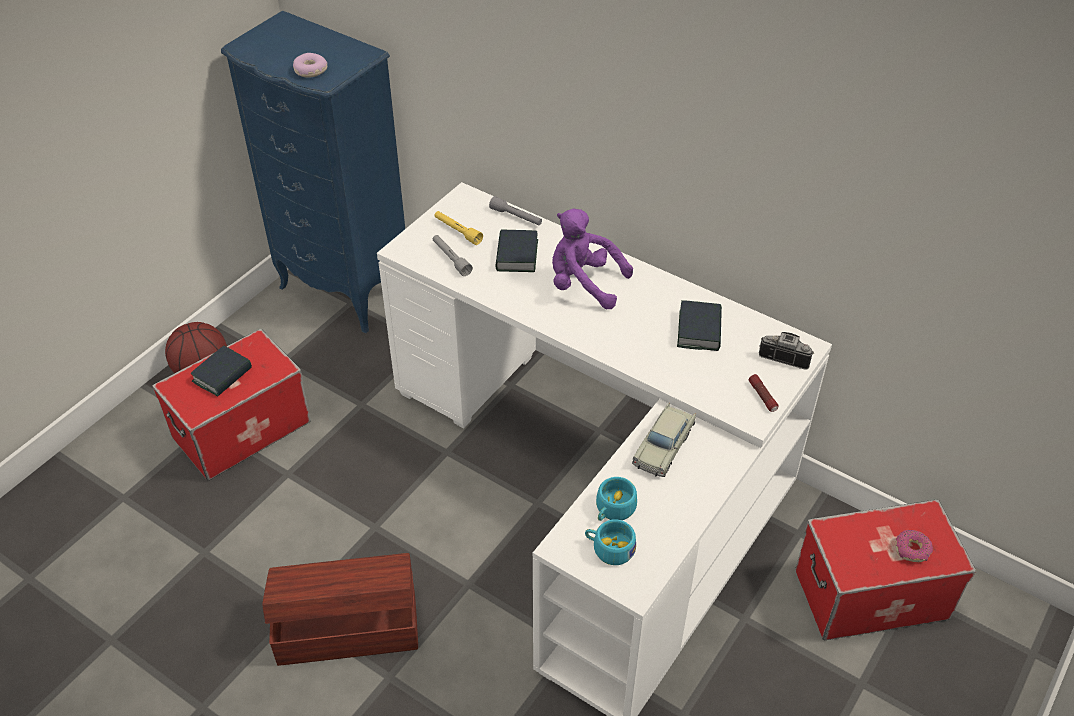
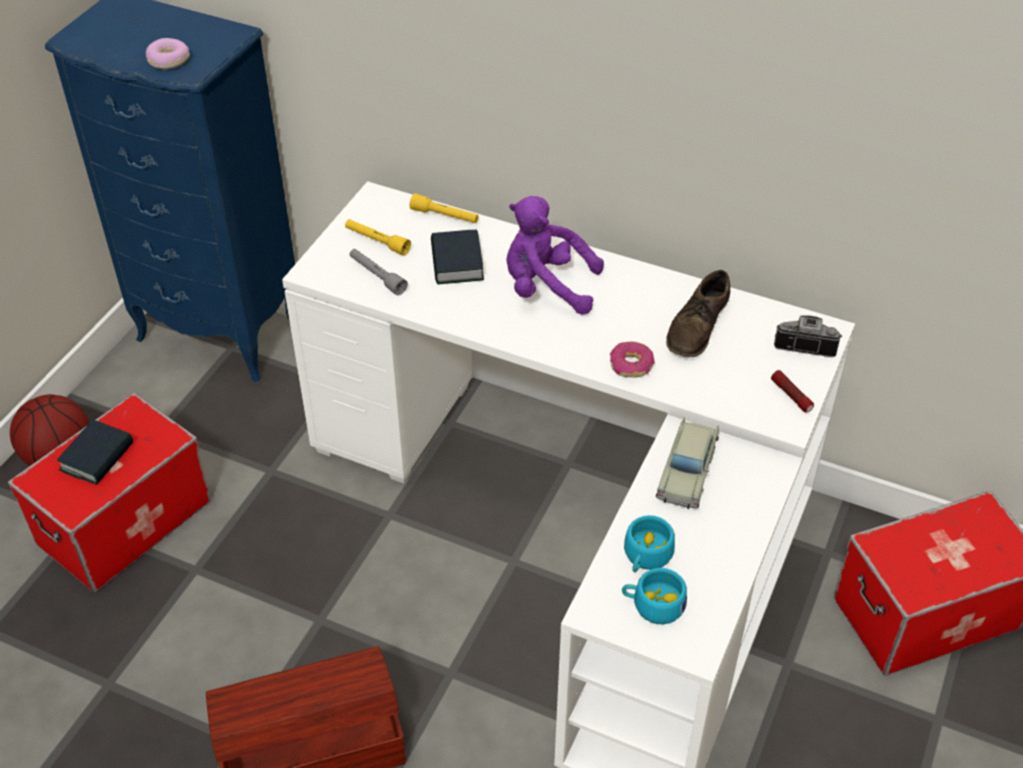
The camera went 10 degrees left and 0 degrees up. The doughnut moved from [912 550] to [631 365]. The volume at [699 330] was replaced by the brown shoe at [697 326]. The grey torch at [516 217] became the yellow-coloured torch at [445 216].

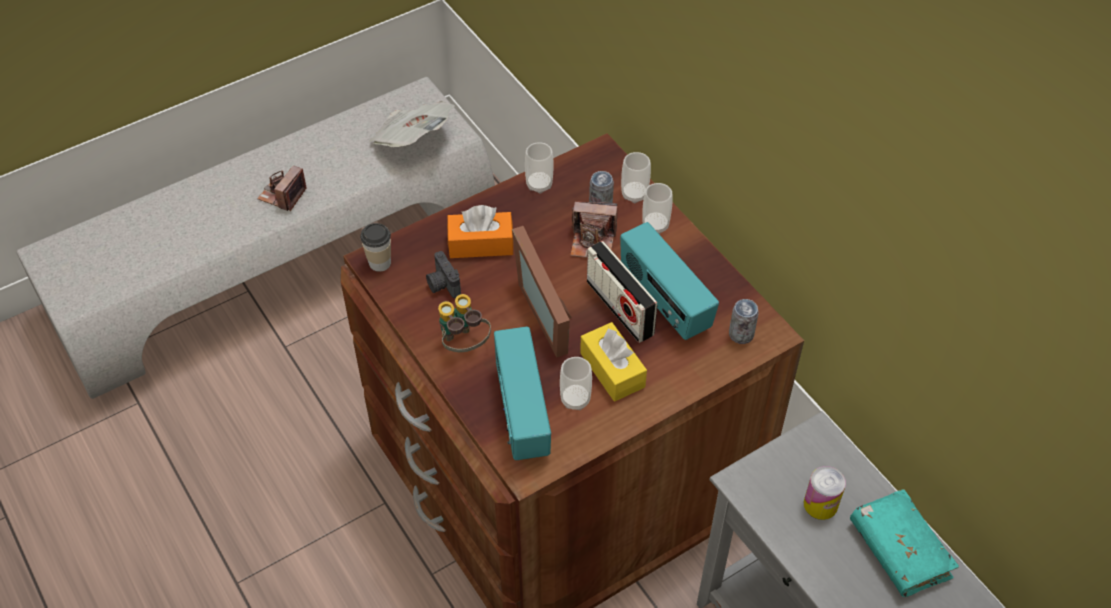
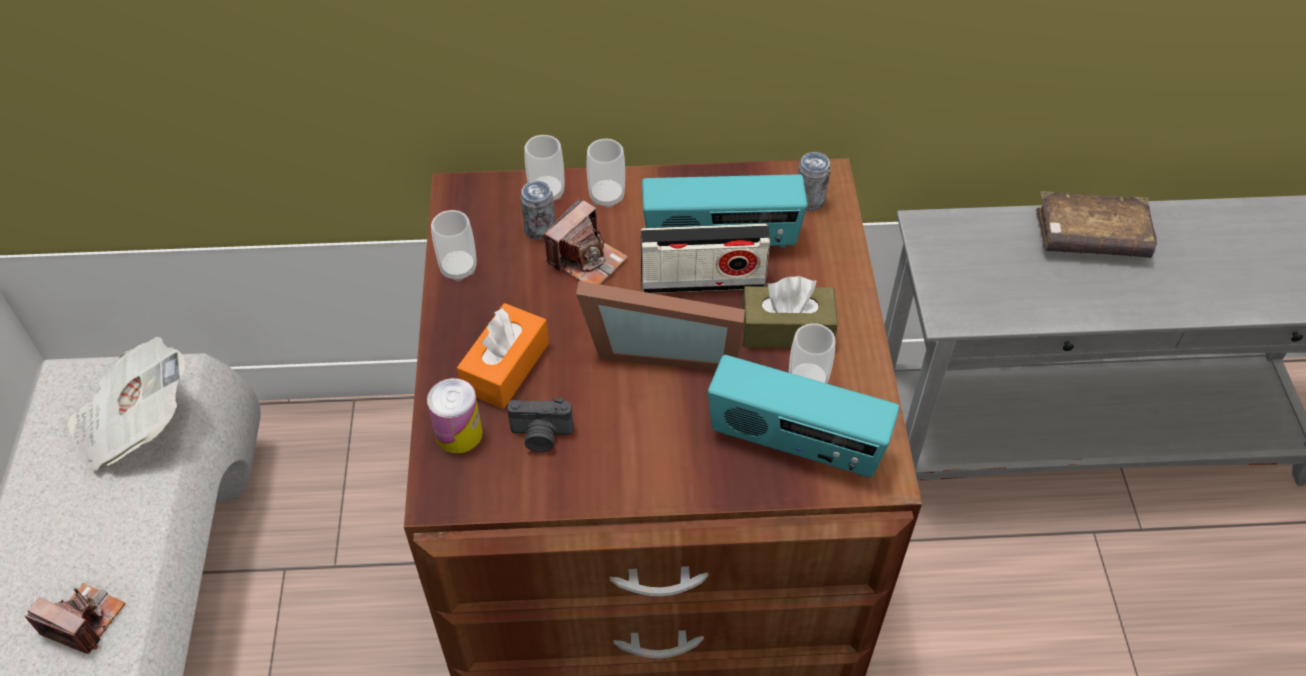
The camera went 60 degrees left and 0 degrees up. The small cup at [379 263] disappeared. The pair of binoculars at [463 344] disappeared. The can moved from [820 504] to [459 433]. The yellow-coloured box of tissues at [612 370] became the brown box of tissues at [787 329]. The blue-green volume at [899 550] became the brown volume at [1090 237]. The still camera at [283 195] turned 150 degrees clockwise.

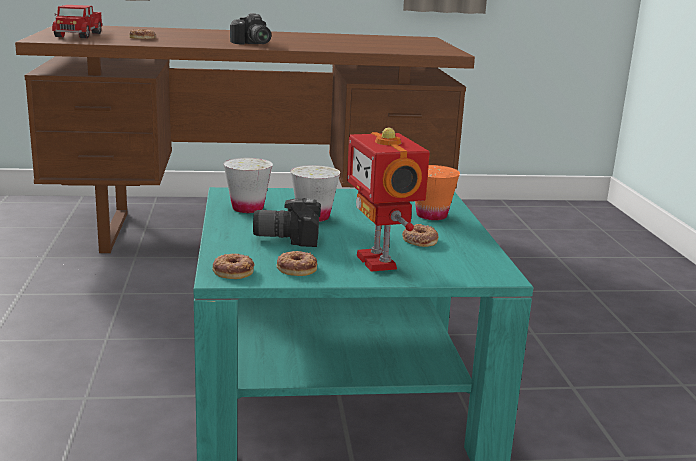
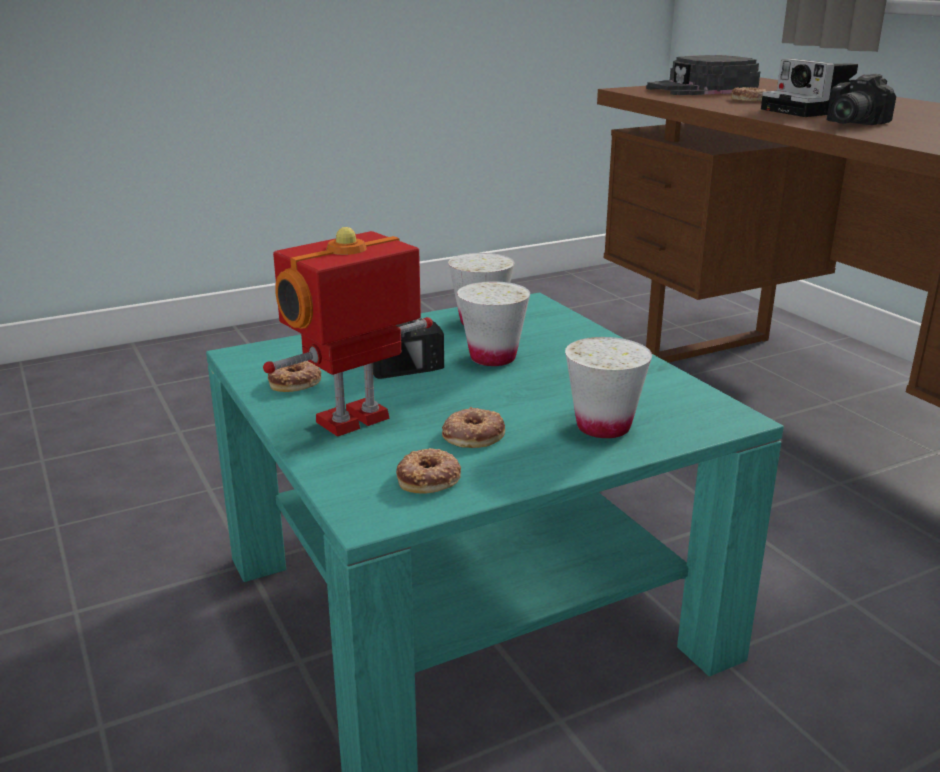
The camera went 70 degrees right and 5 degrees up. The still camera at [812 111] appeared. The doughnut moved from [233 271] to [429 478]. The toy lorry at [79 35] was replaced by the black-coloured peaked cap at [701 89]. The orange small cup at [431 215] became the white-coloured small cup at [603 427].

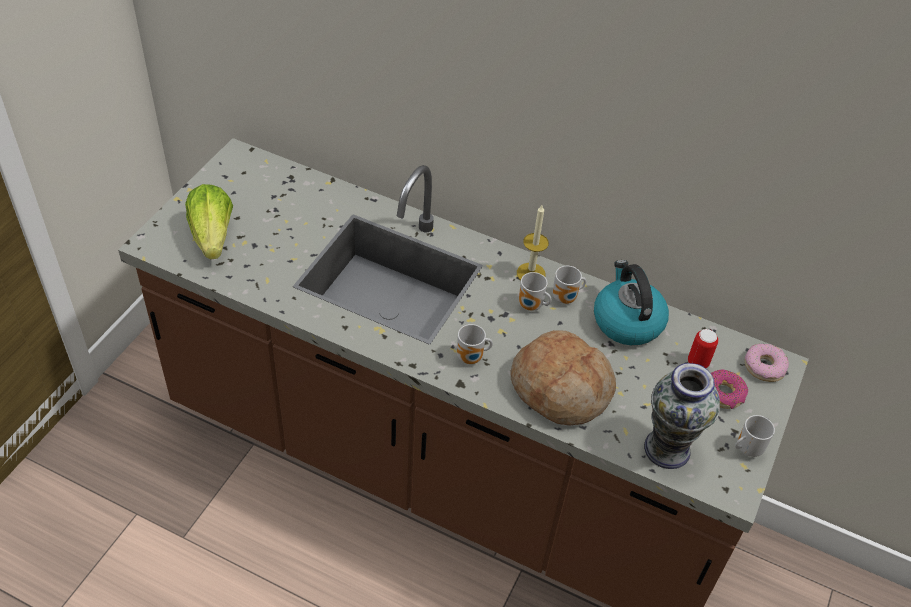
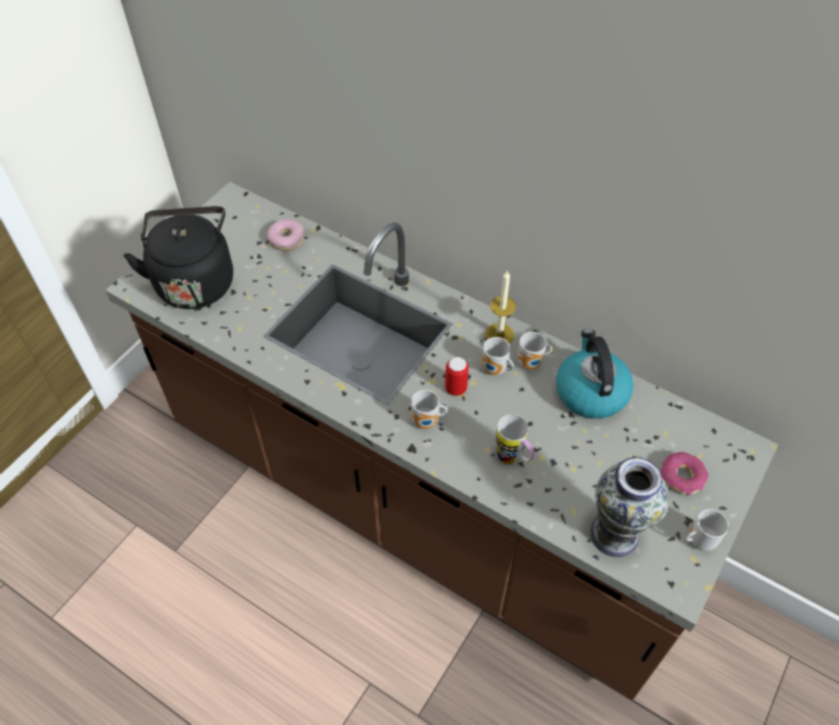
The camera went 10 degrees right and 5 degrees up. The can moved from [698 362] to [455 388]. The doughnut moved from [764 367] to [286 239]. The lettuce at [212 236] was replaced by the black-coloured tea kettle at [195 281]. The bakery bread at [561 388] was replaced by the mug at [513 460].

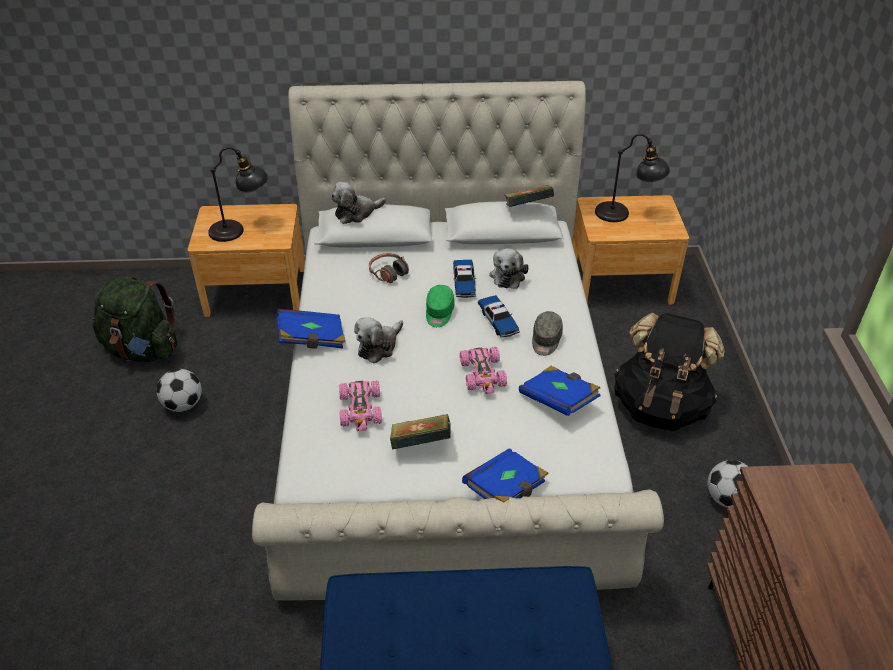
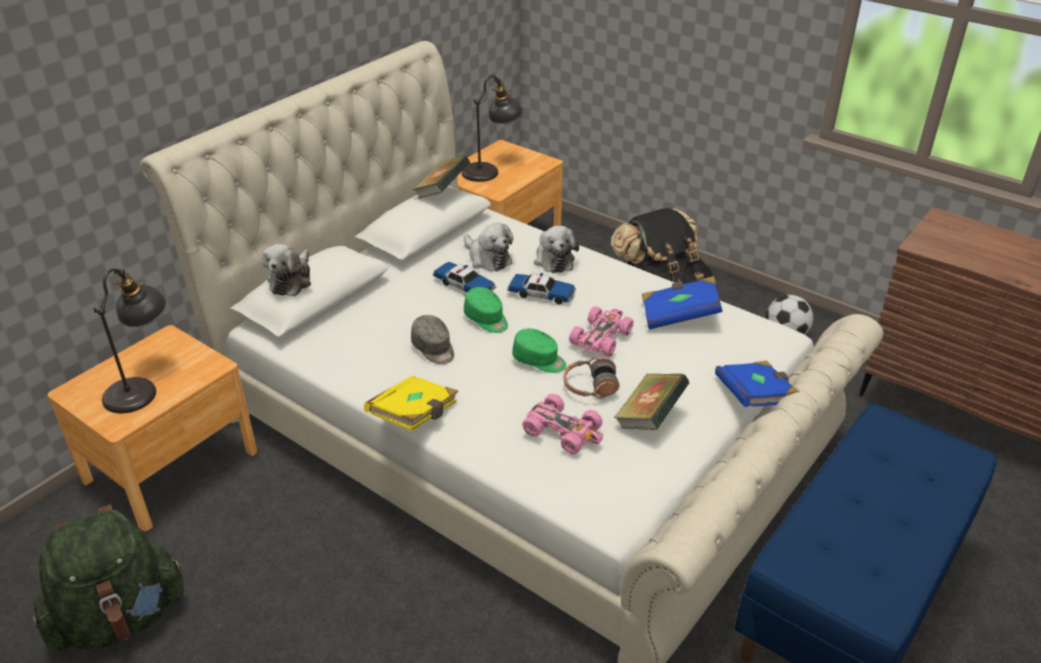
The camera went 50 degrees left and 5 degrees down. The football at [183 405] disappeared. The green-coloured peaked cap at [539 360] appeared. The soft toy moved from [379 346] to [553 259]. The headset moved from [388 272] to [590 387]. The grey peaked cap moved from [546 340] to [434 349]. The bluish volume at [312 339] became the yellow-coloured volume at [415 416]. The pinkish miniature car at [483 375] turned 90 degrees counterclockwise.

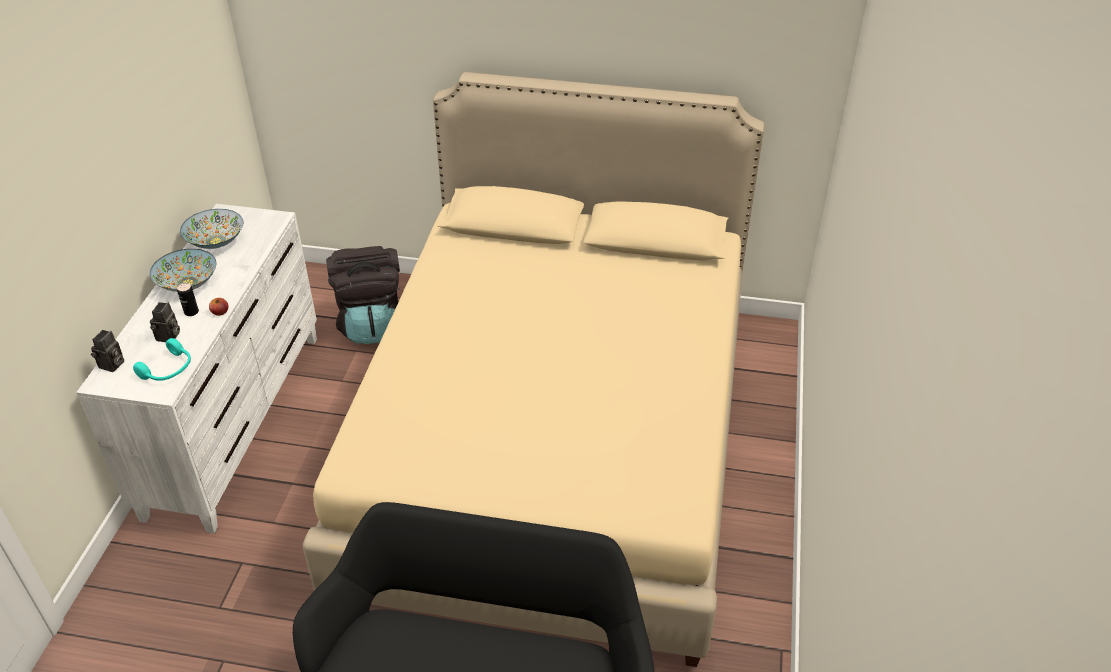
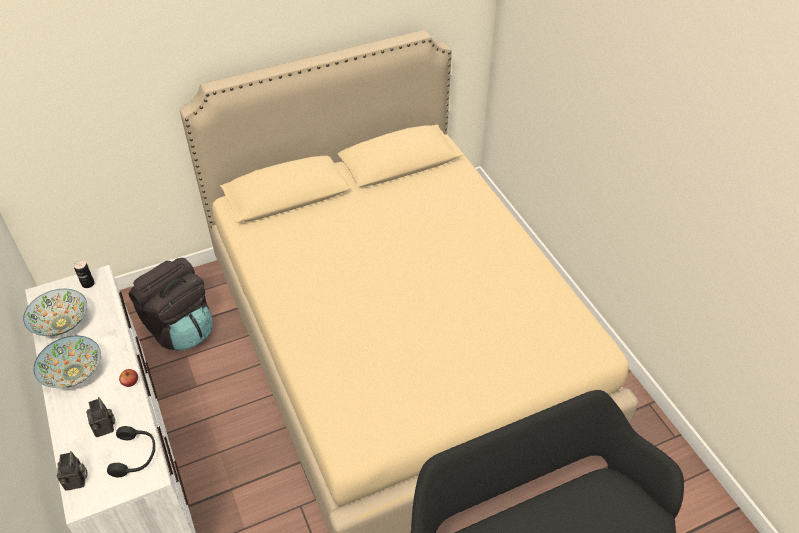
The camera went 35 degrees left and 5 degrees up. The can moved from [191 312] to [88 284]. The blue-green headset at [168 370] became the black-coloured headset at [135 455].

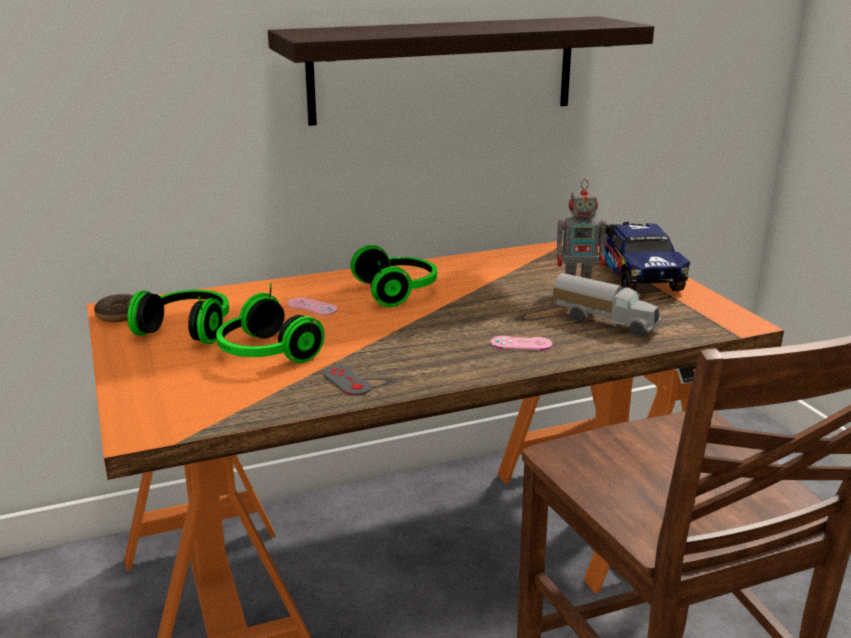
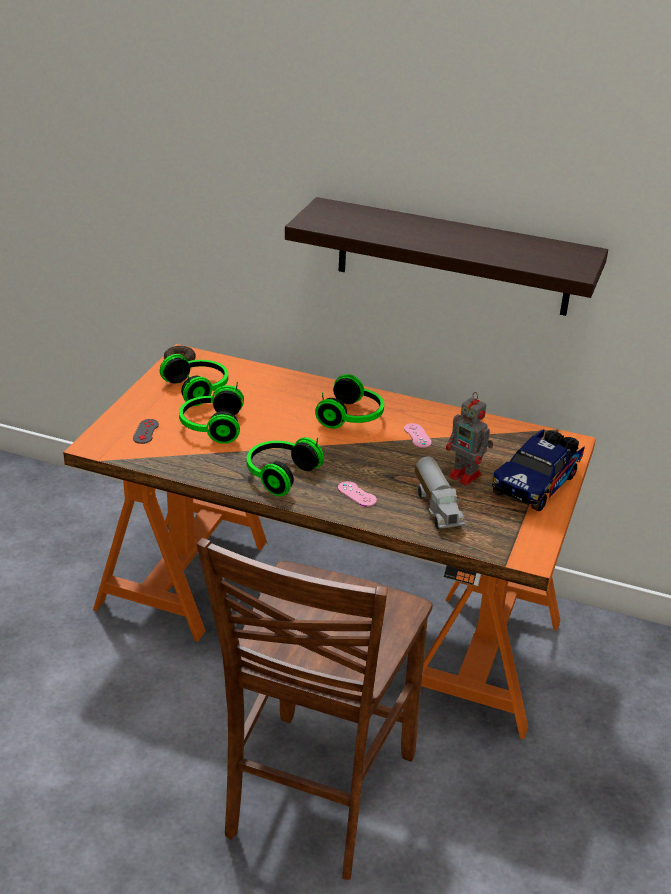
The camera went 40 degrees right and 10 degrees up. The headset at [279 475] appeared. The pinkish game controller moved from [312 307] to [417 436]. The grey game controller moved from [347 381] to [146 431].

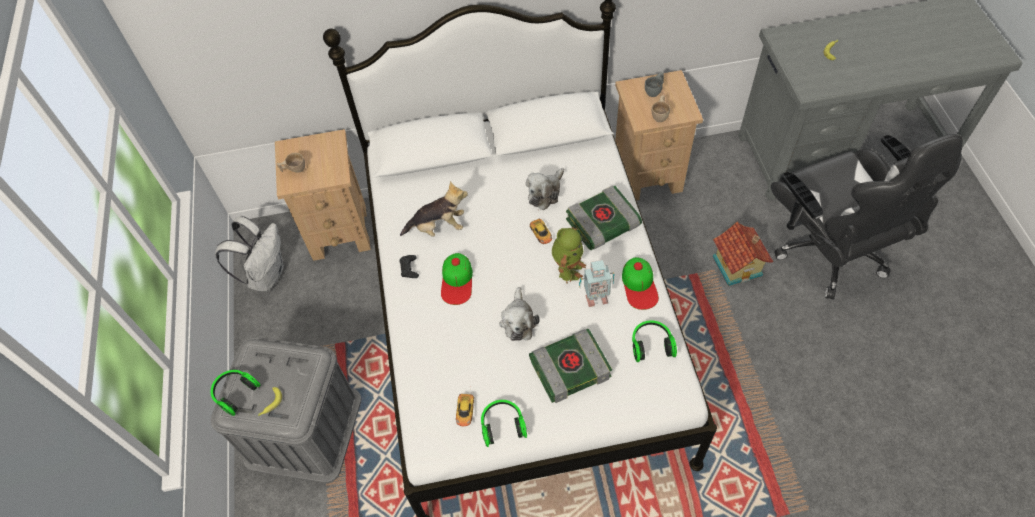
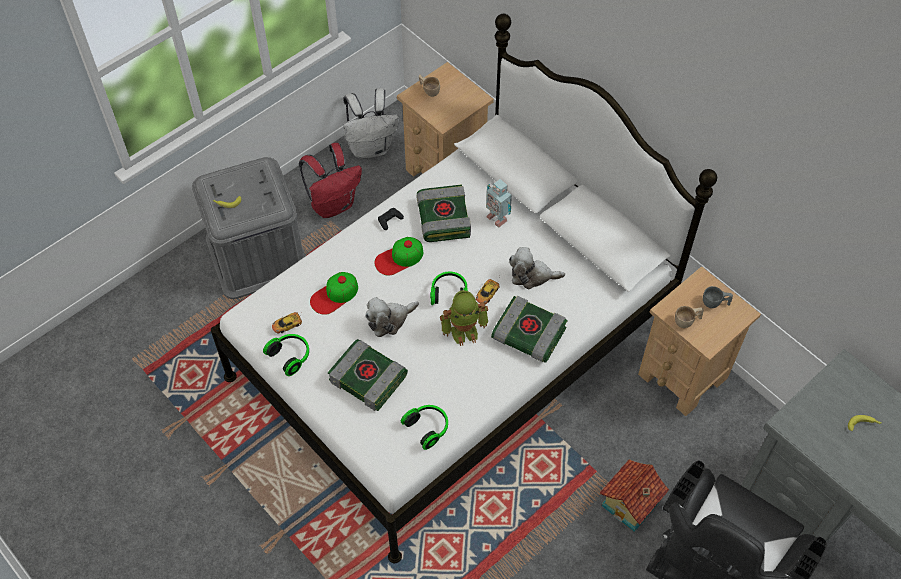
The camera went 55 degrees right and 0 degrees up. The red backpack at [333 204] appeared. The headset moved from [235 393] to [449 293]. The robot figure moved from [595 298] to [497 217]. The peaked cap moved from [639 285] to [334 295]. The soft toy at [438 227] was replaced by the volume at [442 218].

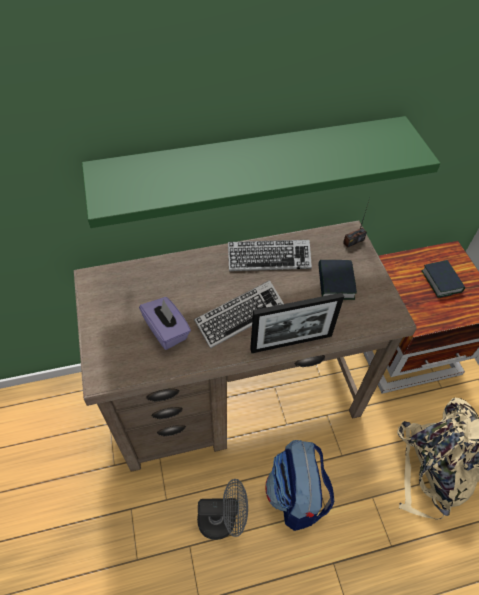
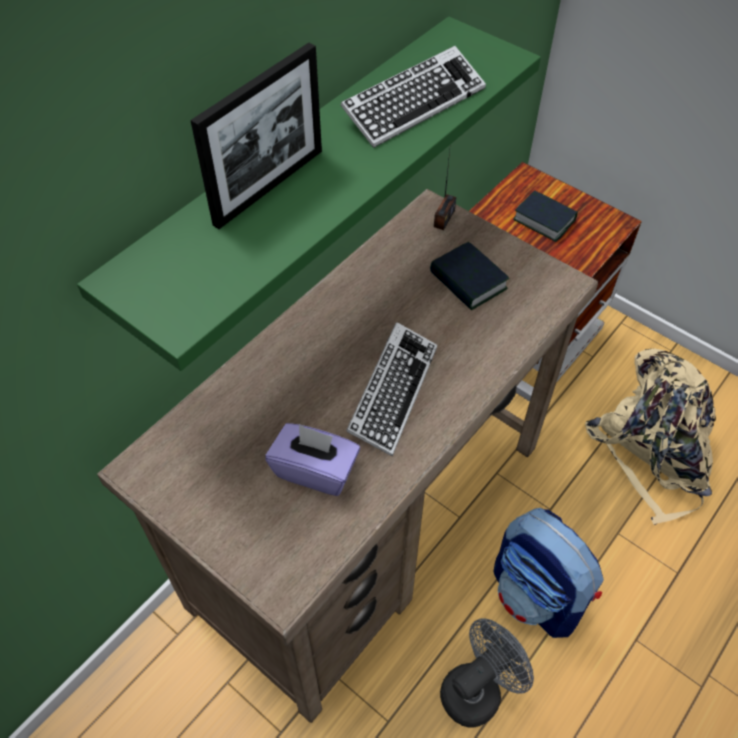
The camera went 35 degrees left and 0 degrees up. The keyboard moved from [269 258] to [413 104]. The picture frame moved from [291 342] to [269 187].

